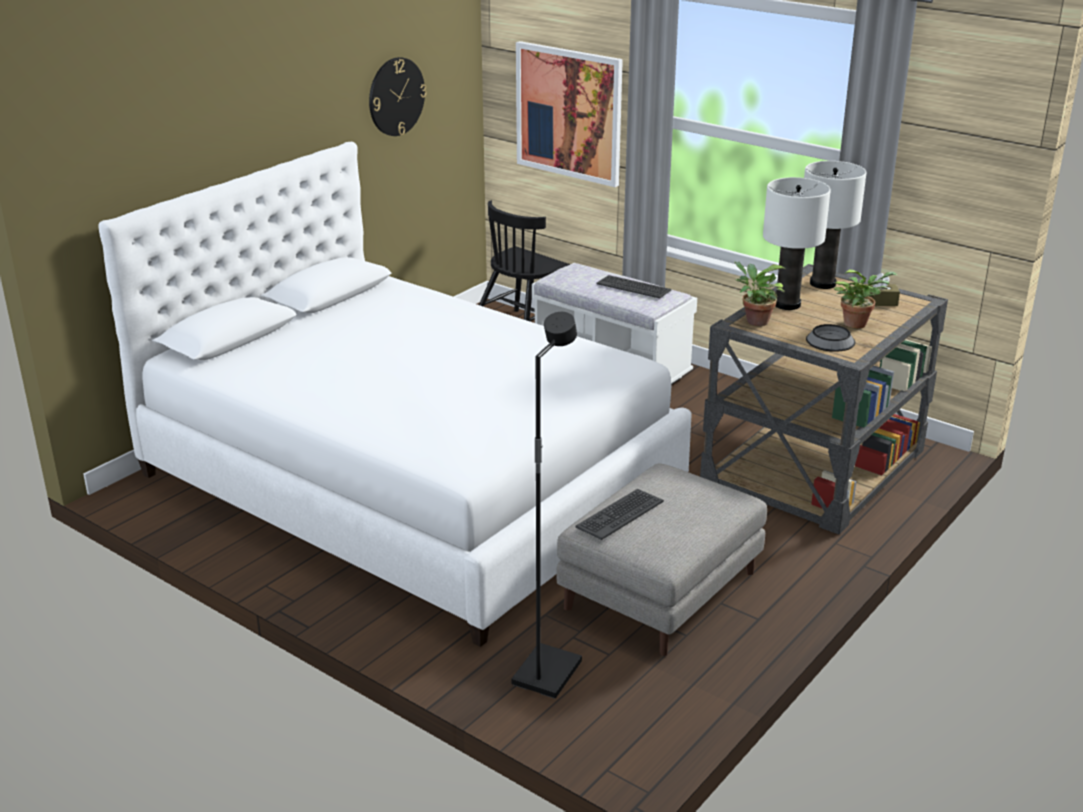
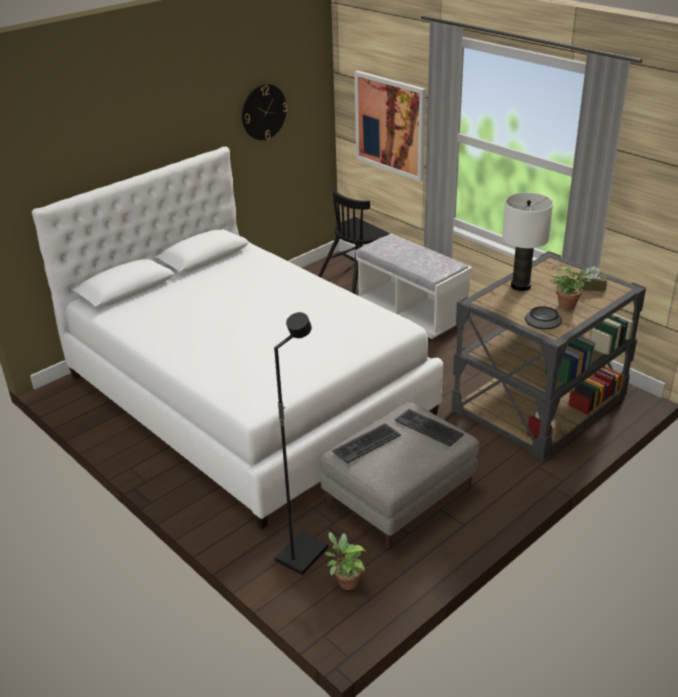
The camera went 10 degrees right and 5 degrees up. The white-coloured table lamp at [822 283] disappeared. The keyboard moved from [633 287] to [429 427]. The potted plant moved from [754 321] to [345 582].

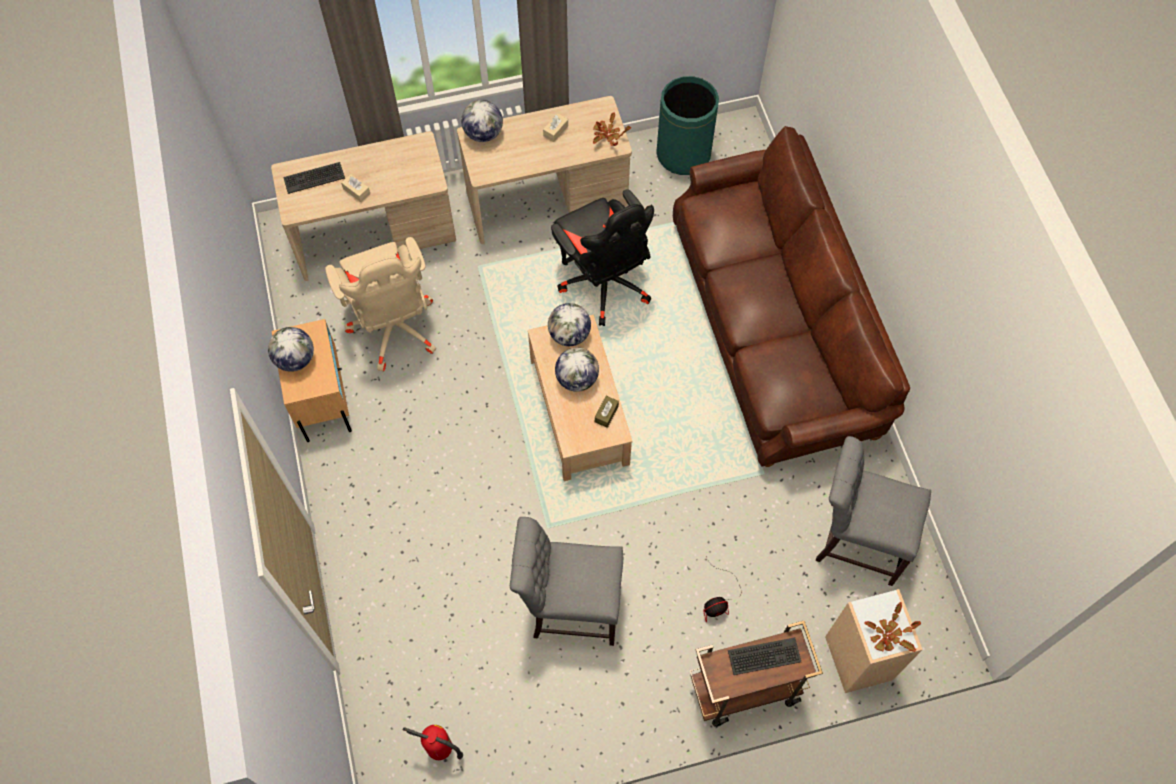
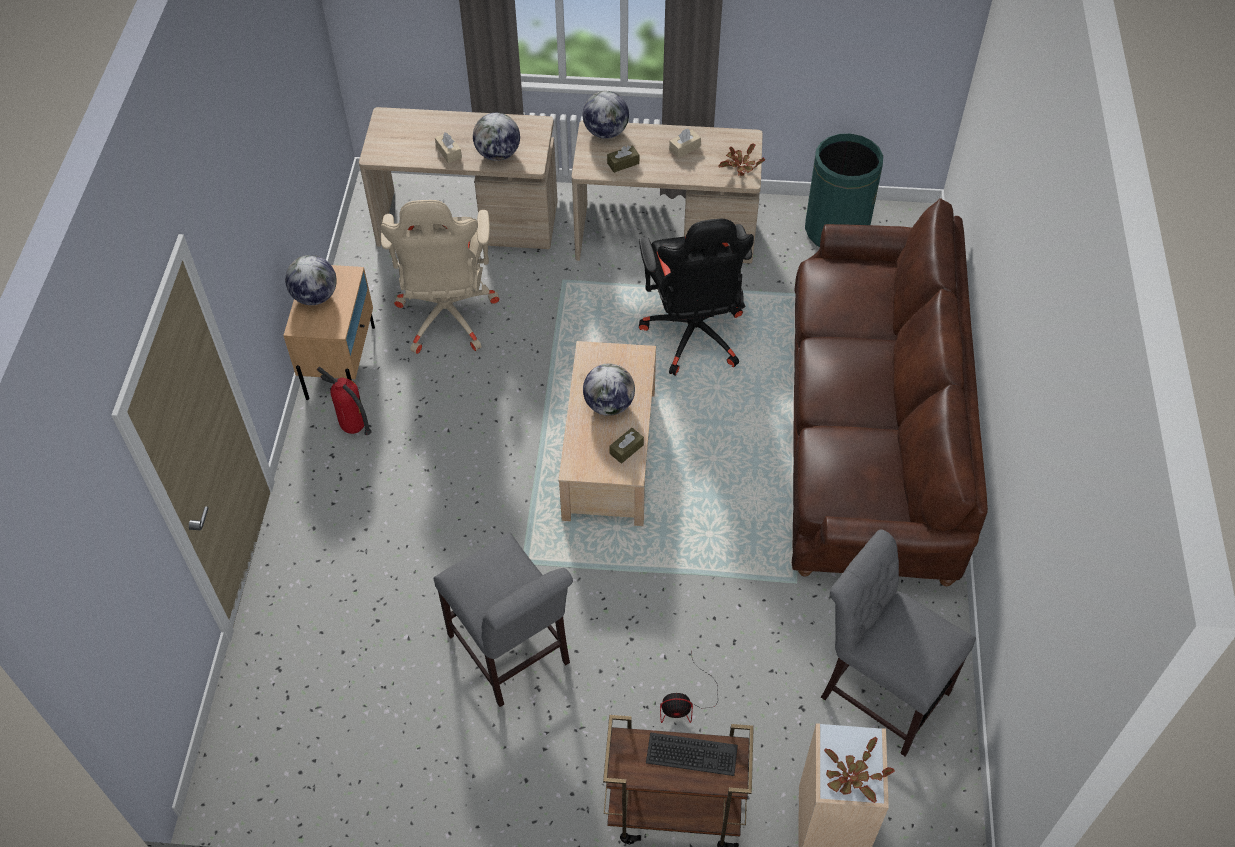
The camera went 20 degrees right and 10 degrees down. The keyboard at [314 177] disappeared. The brown box of tissues at [623 163] appeared. The extinguisher moved from [440 749] to [353 428]. The globe moved from [569 335] to [498 154]. The grey chair at [570 606] turned 150 degrees counterclockwise.

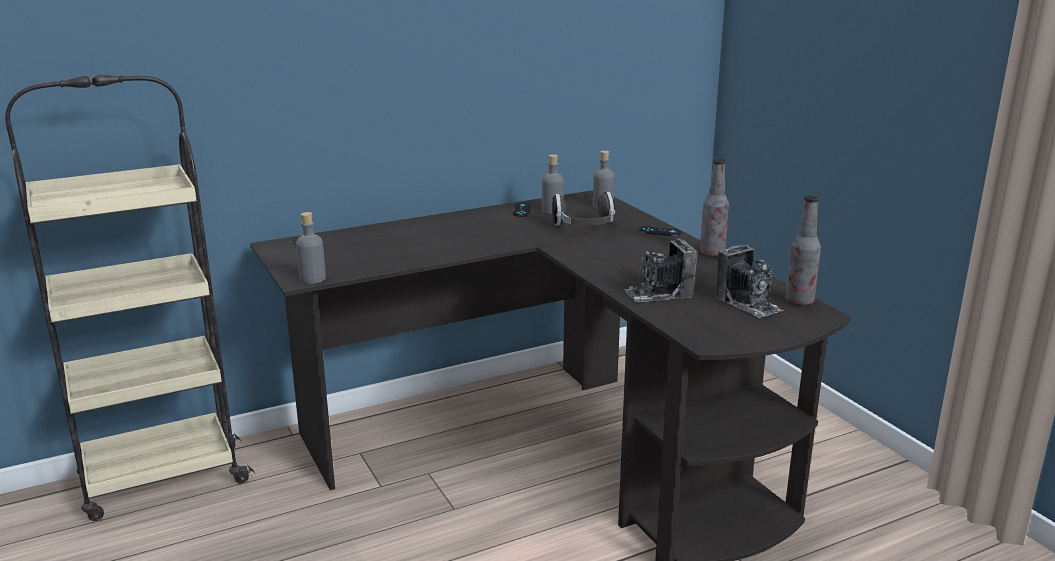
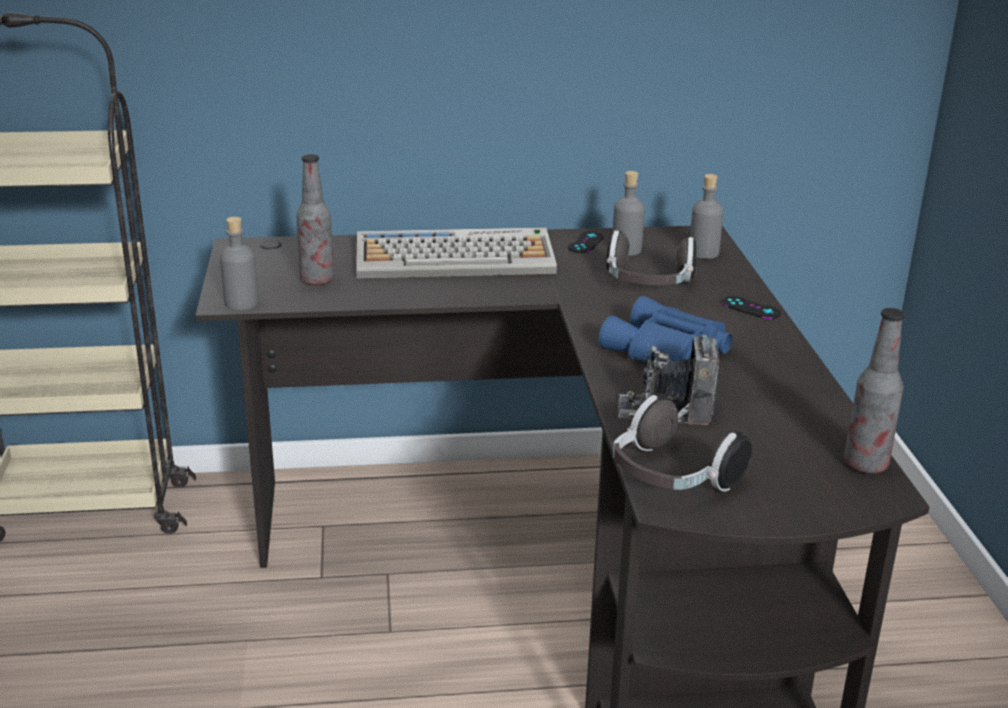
The camera went 20 degrees right and 5 degrees up. The still camera at [748 304] disappeared. The keyboard at [456 257] appeared. The bluish pair of binoculars at [667 352] appeared. The headset at [671 478] appeared. The beverage bottle moved from [712 253] to [317 280].

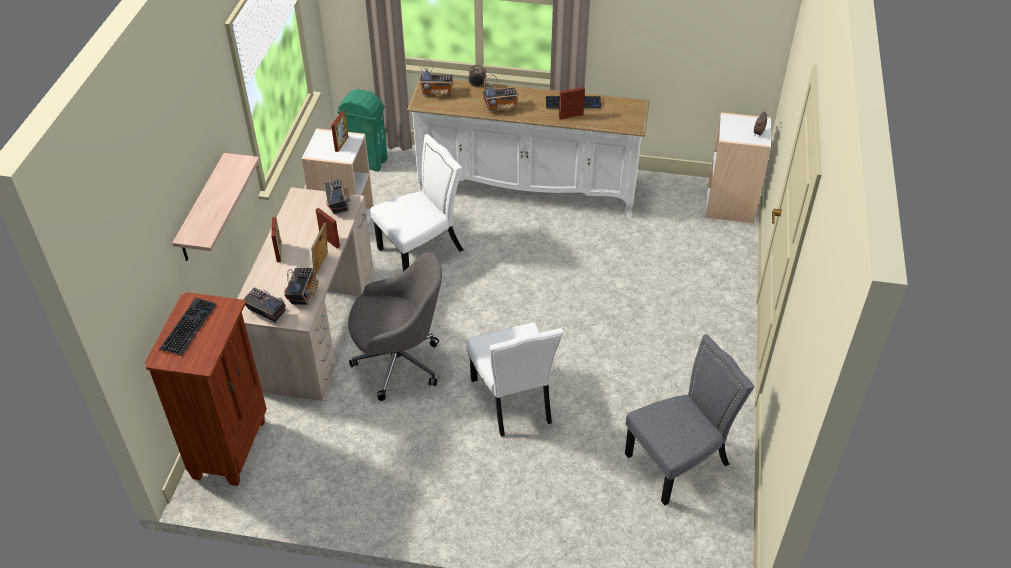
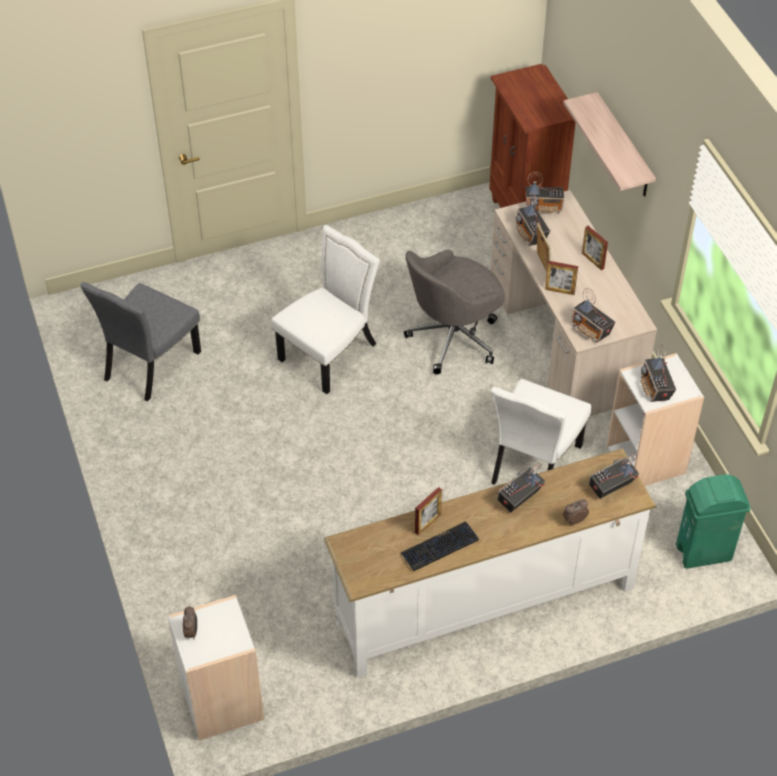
The camera went 150 degrees right and 5 degrees up. The keyboard at [188 327] disappeared. The picture frame at [341 144] was replaced by the radio set at [655 389]. The white-coloured chair at [513 398] turned 90 degrees clockwise.

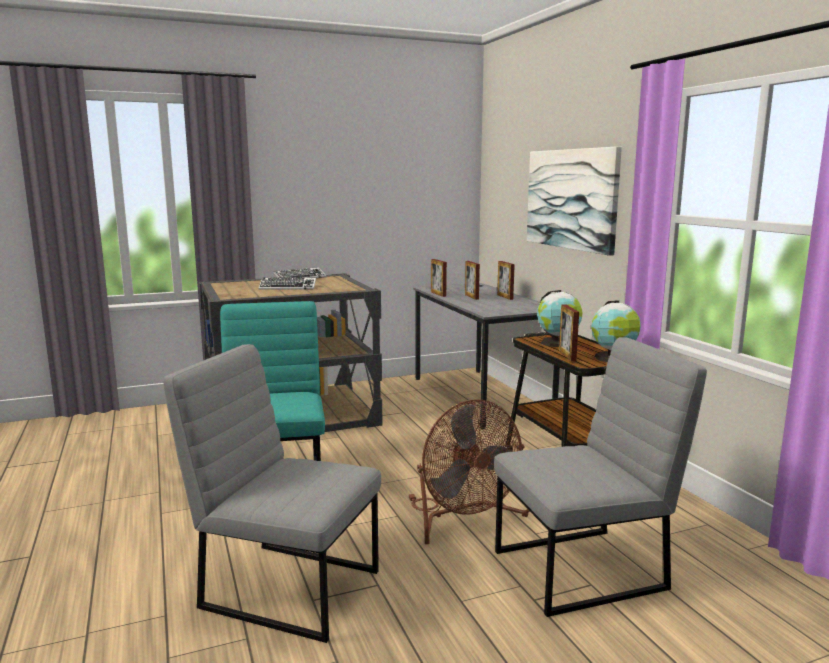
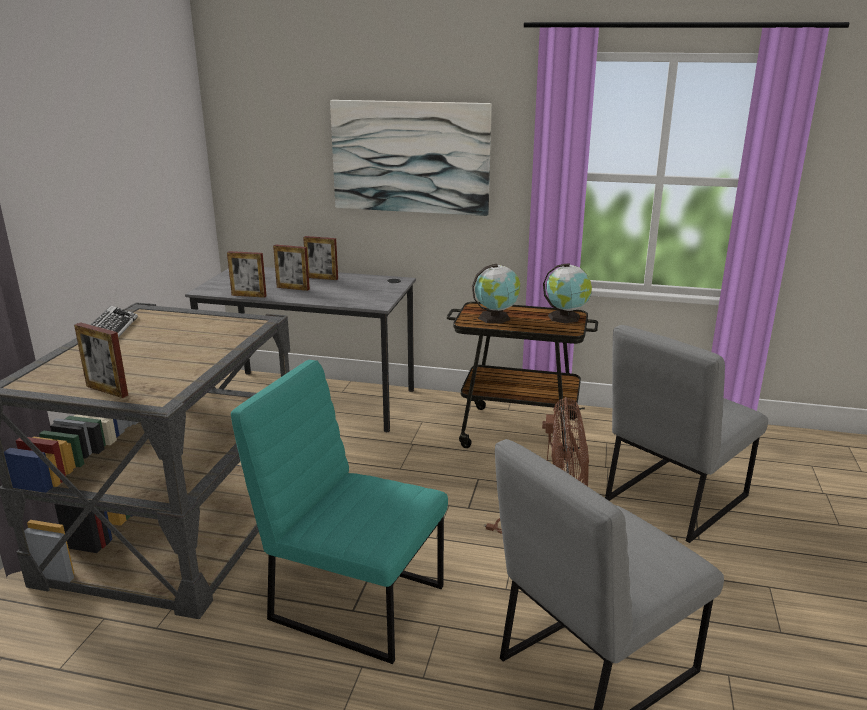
The camera went 55 degrees left and 10 degrees up. The keyboard at [287 287] disappeared. The picture frame moved from [567 355] to [107 390]. The grey chair at [584 569] turned 150 degrees counterclockwise.

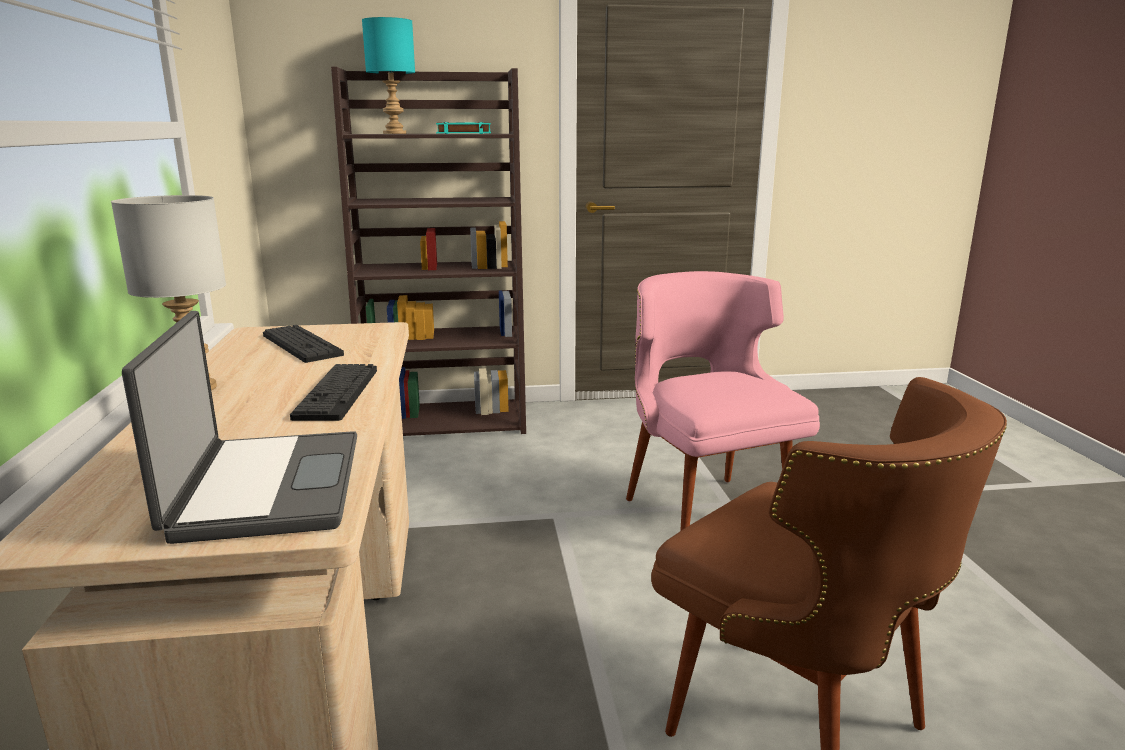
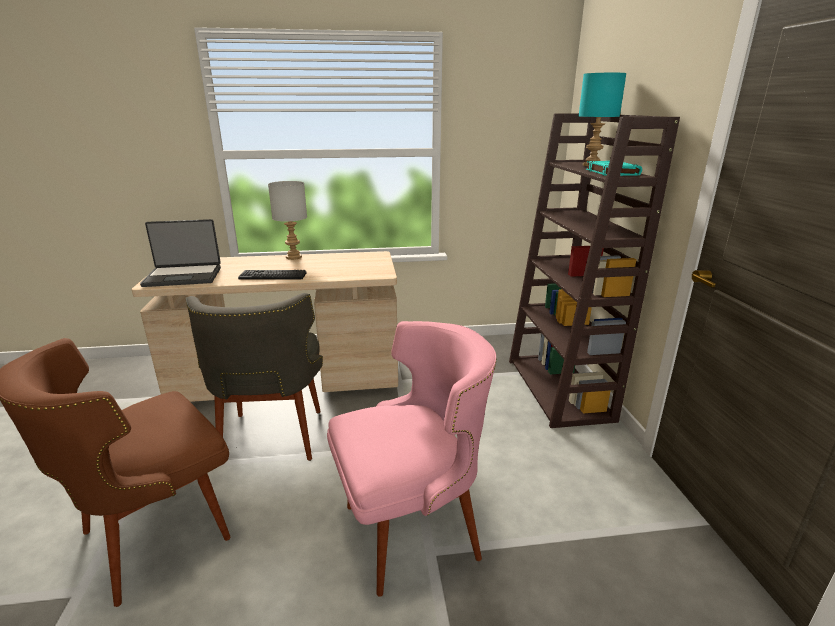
The camera went 90 degrees right and 5 degrees up. The keyboard at [301 345] disappeared. The grey chair at [273 436] appeared.

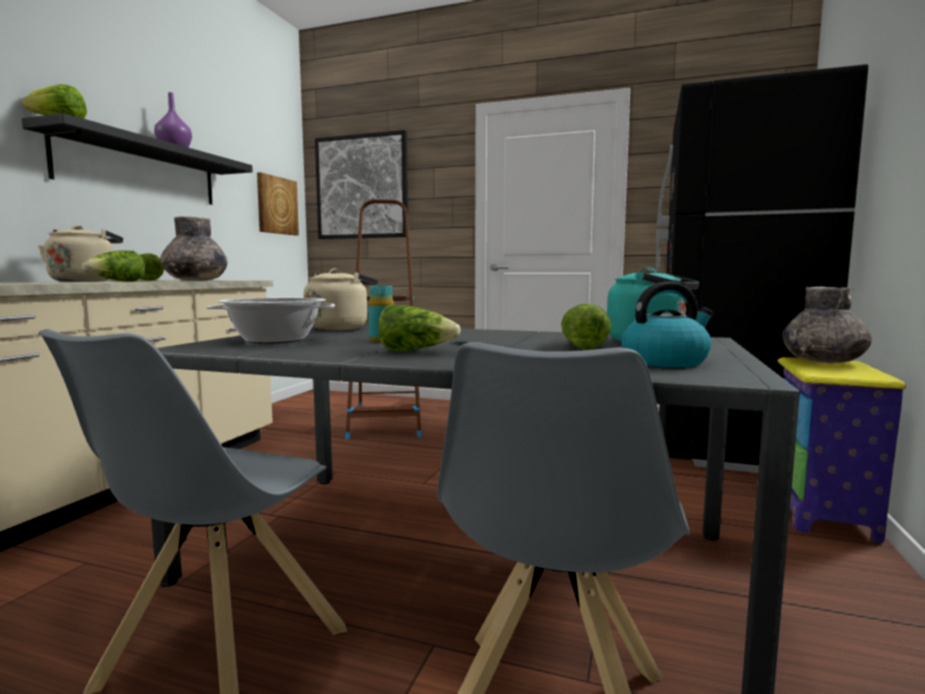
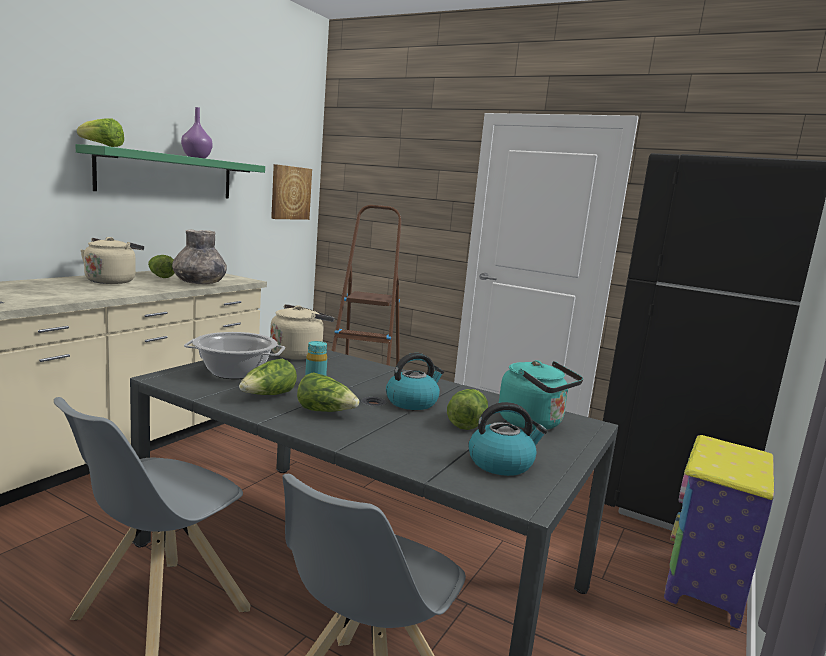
The camera went 10 degrees right and 5 degrees up. The picture at [362 187] disappeared. The grey decorative vase at [823 361] disappeared. The tea kettle at [412 402] appeared. The lettuce moved from [117 281] to [268 396]. The black-coloured wall shelf at [141 170] became the green-coloured wall shelf at [168 175].

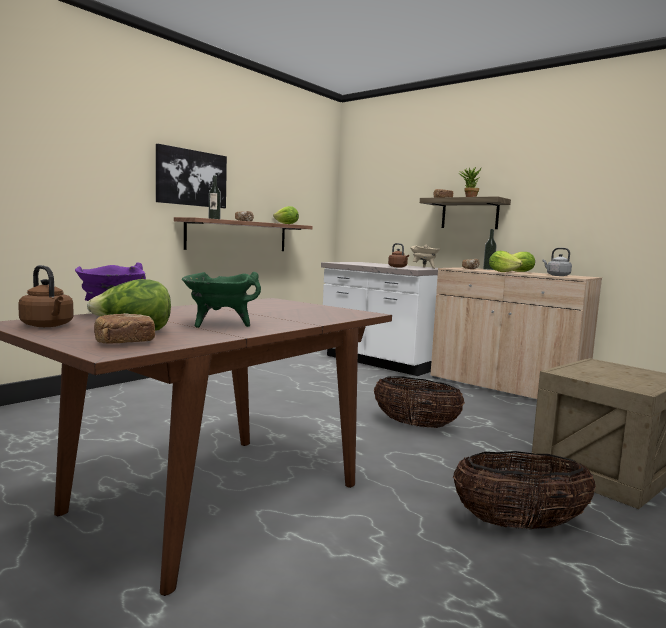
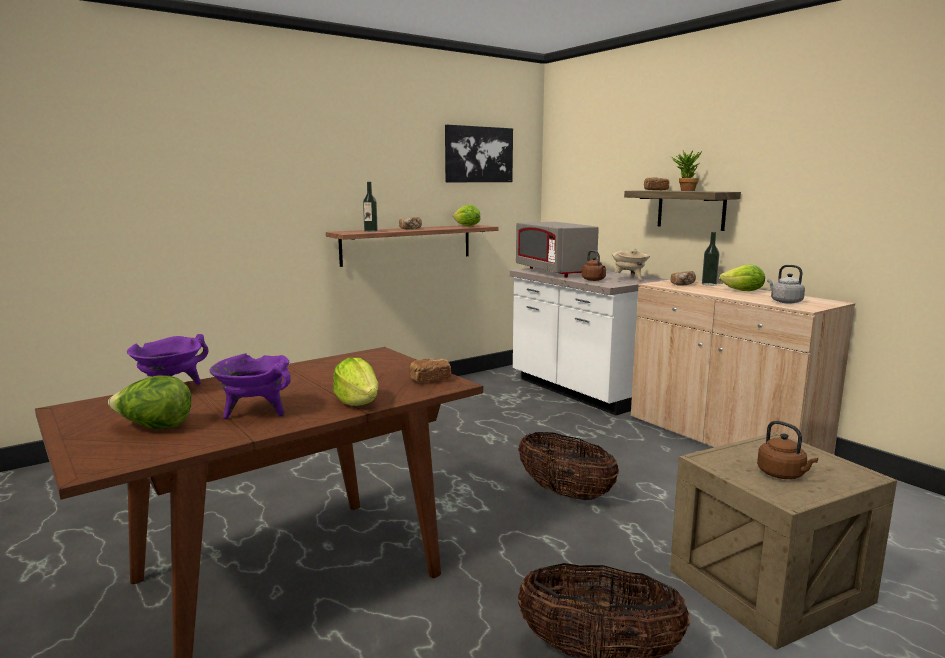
The camera went 15 degrees right and 5 degrees up. The grey kitchen microwave at [554 272] appeared. The brown tea kettle moved from [48 325] to [783 475]. The bakery bread moved from [125 343] to [430 380]. The picture moved from [191 178] to [478 154]. The lettuce moved from [502 272] to [358 402]. The green-coloured cooking pot at [219 325] became the purplish cooking pot at [255 412].

